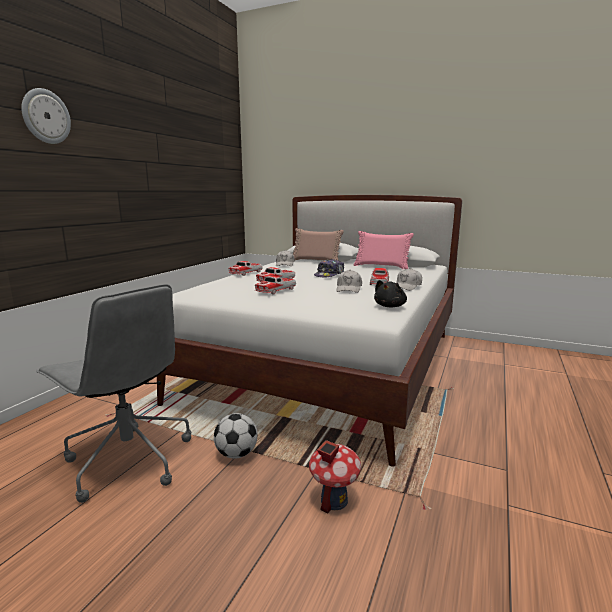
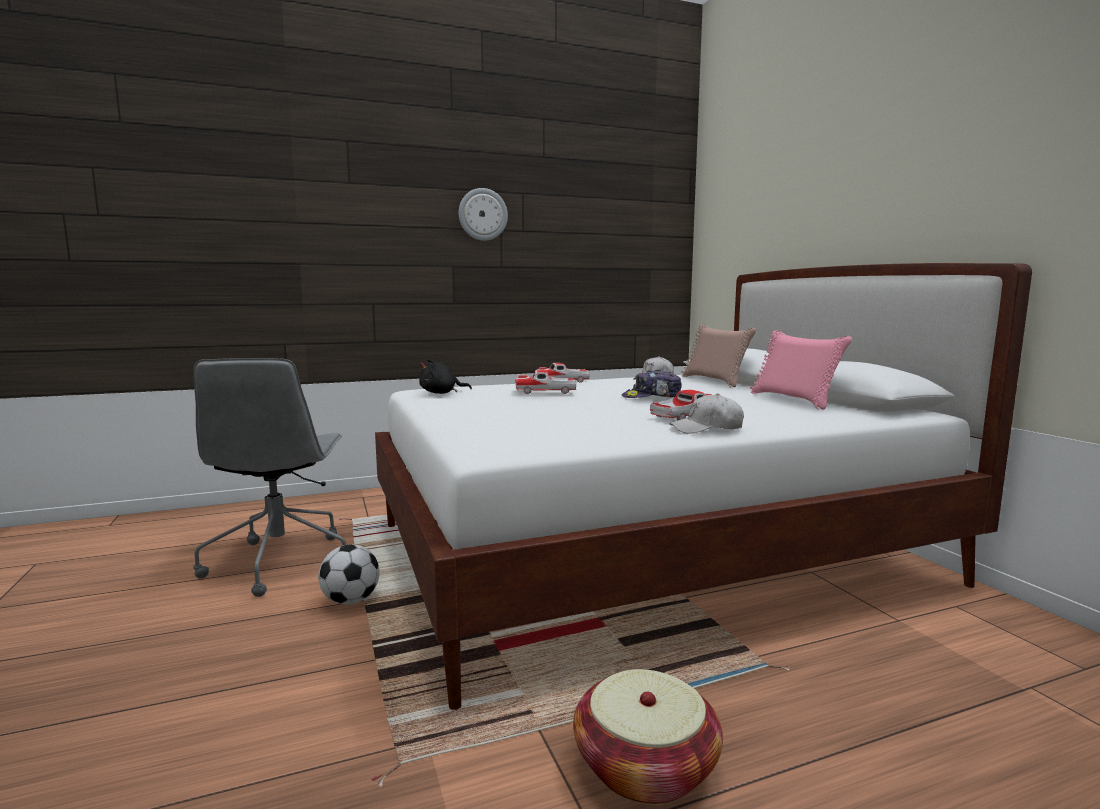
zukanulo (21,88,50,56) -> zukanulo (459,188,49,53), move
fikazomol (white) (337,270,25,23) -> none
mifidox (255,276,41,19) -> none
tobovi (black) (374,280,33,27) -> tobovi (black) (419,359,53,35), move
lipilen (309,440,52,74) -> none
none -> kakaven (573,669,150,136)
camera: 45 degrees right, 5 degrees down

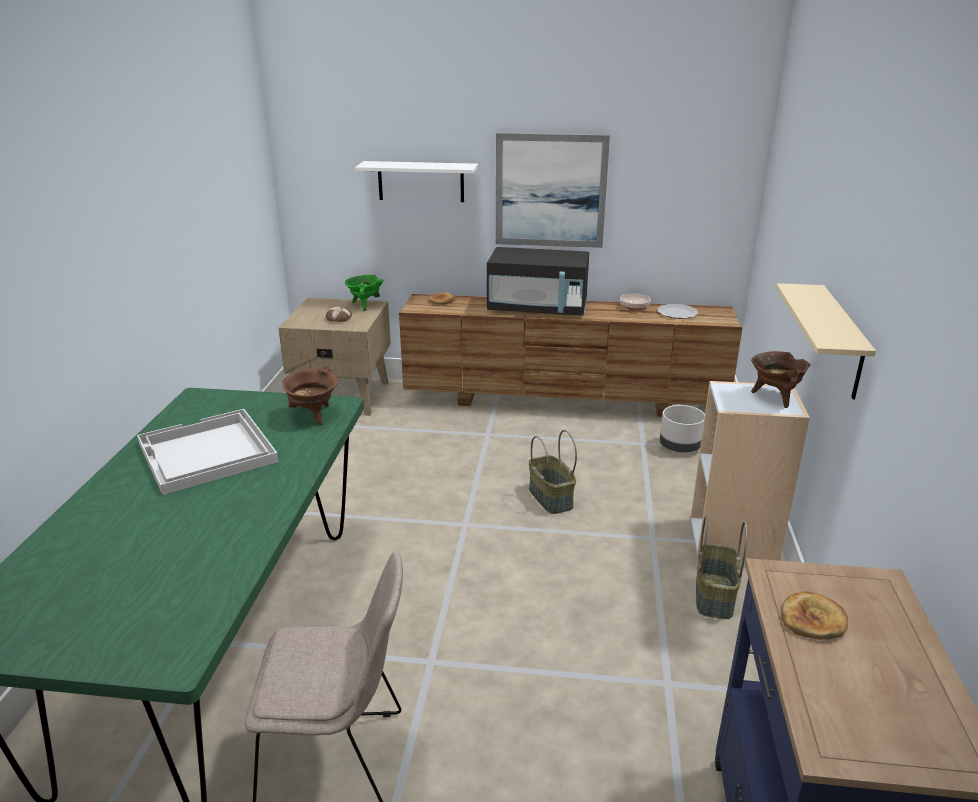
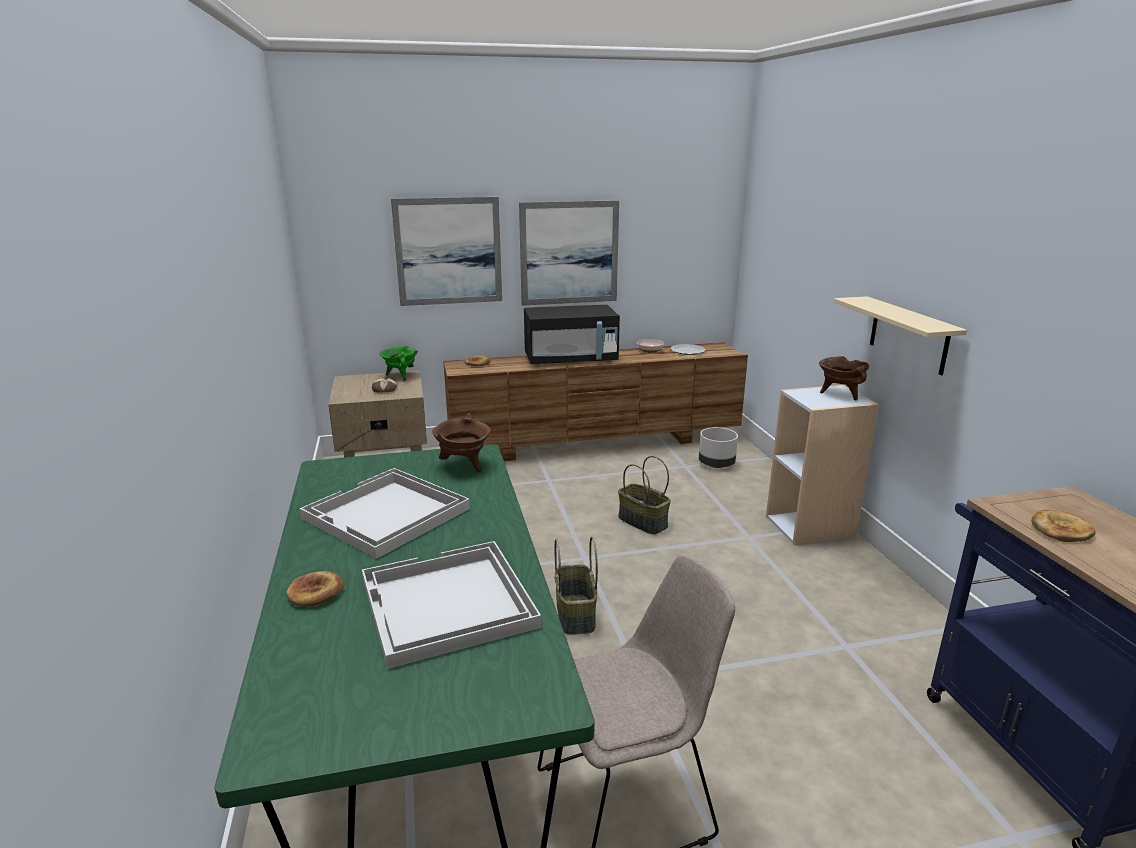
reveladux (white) (355,161,123,41) -> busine (391,197,111,109)
kakaven (696,517,51,102) -> kakaven (554,537,44,98), move
none -> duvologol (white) (362,541,179,128)
none -> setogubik (286,571,59,36)
camera: 20 degrees left, 5 degrees down

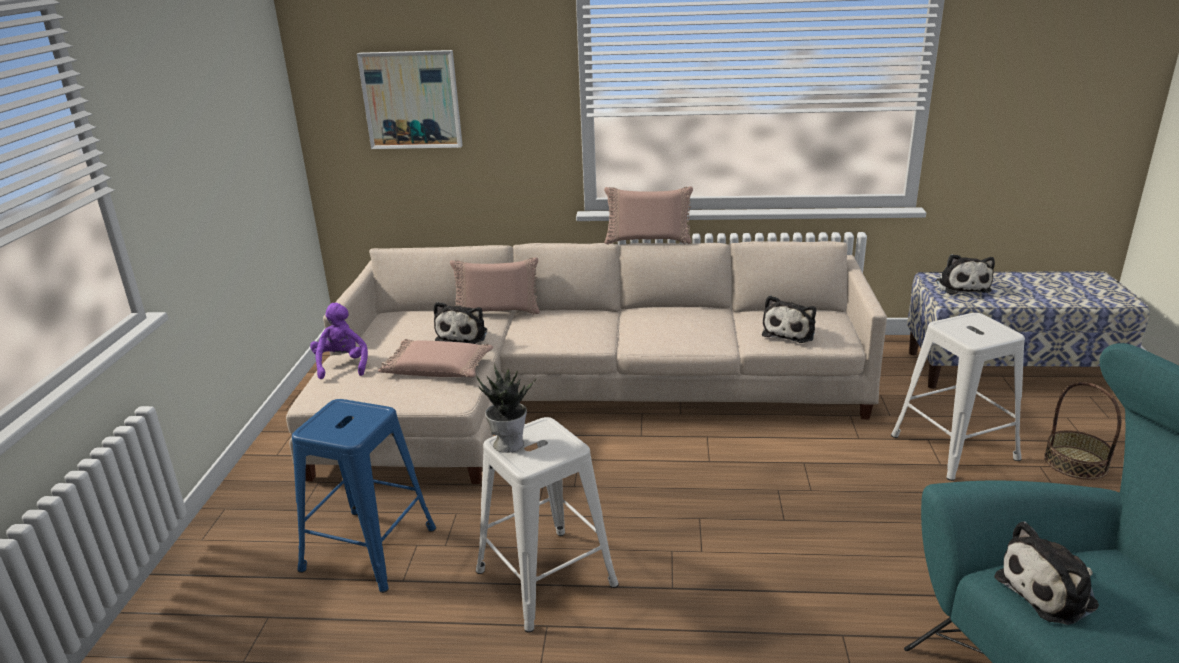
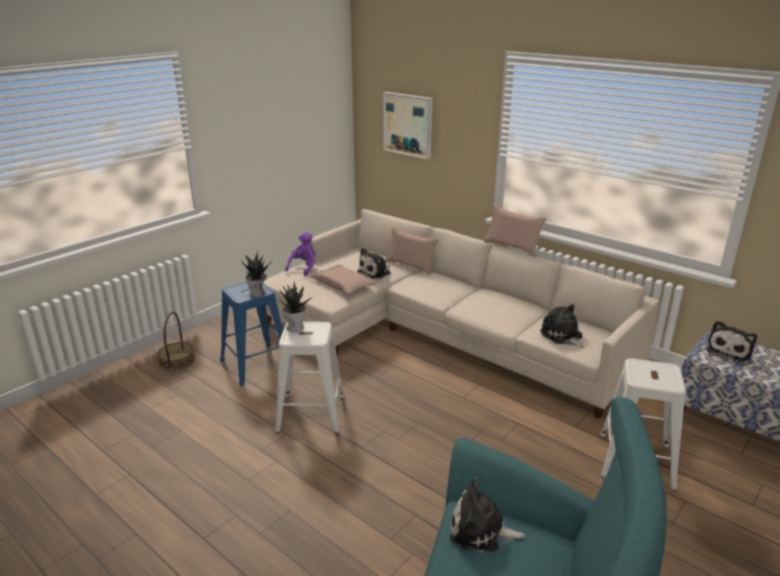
tobovi (762,295,54,48) -> tobovi (540,304,45,44), 90 degrees clockwise
kakaven (1044,382,77,98) -> kakaven (157,312,38,59), move
none -> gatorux (241,251,31,46)
camera: 35 degrees right, 0 degrees up

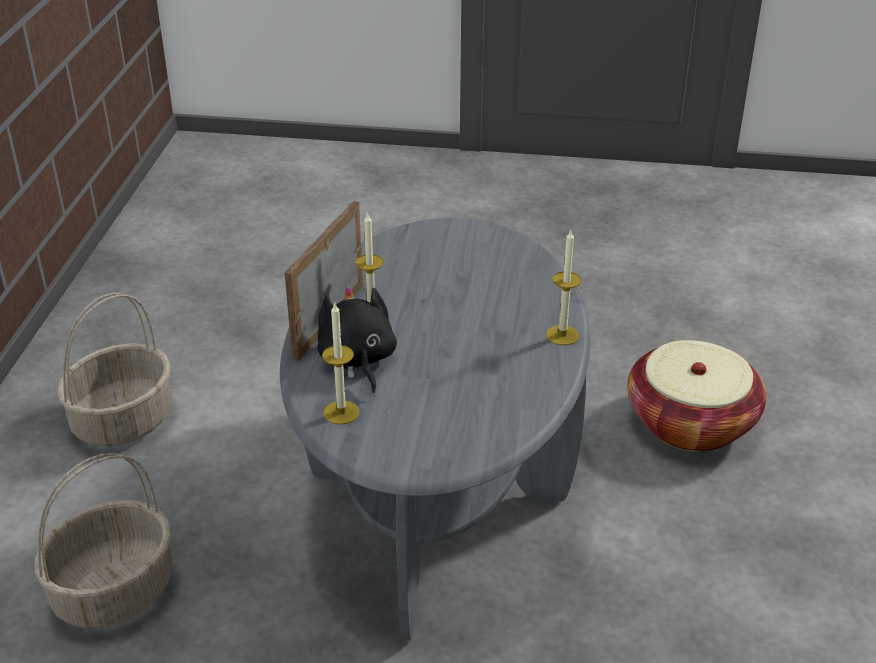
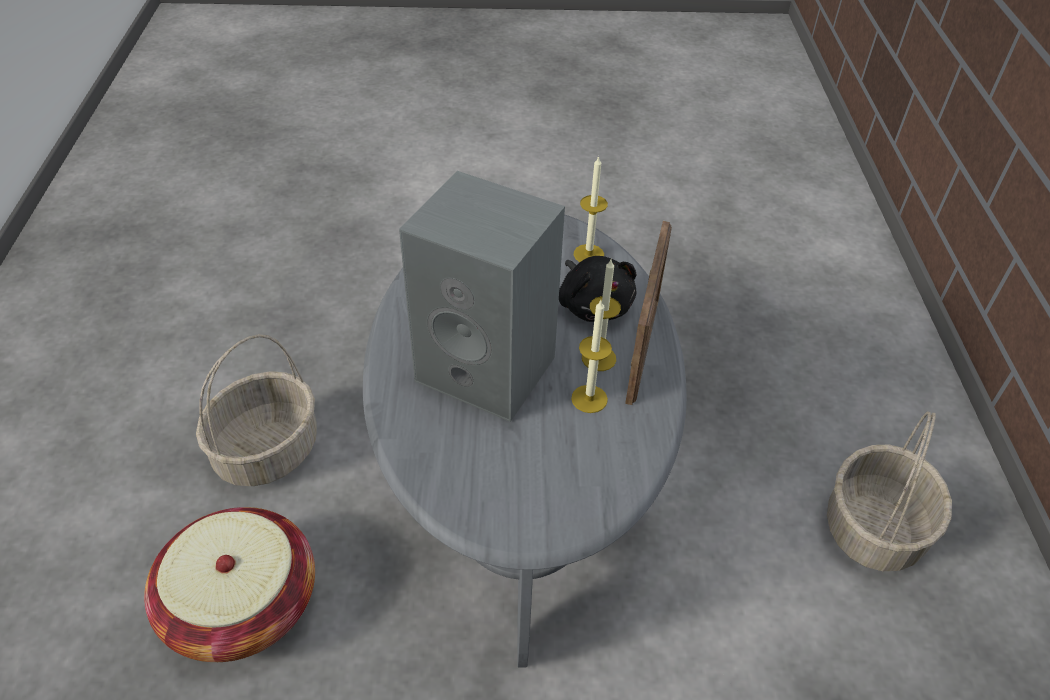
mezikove (546,230,36,115) -> mezikove (571,300,41,113), move
kakaven (34,453,139,175) -> kakaven (196,334,121,152), move
none -> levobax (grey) (399,171,166,251)
camera: 170 degrees right, 10 degrees up

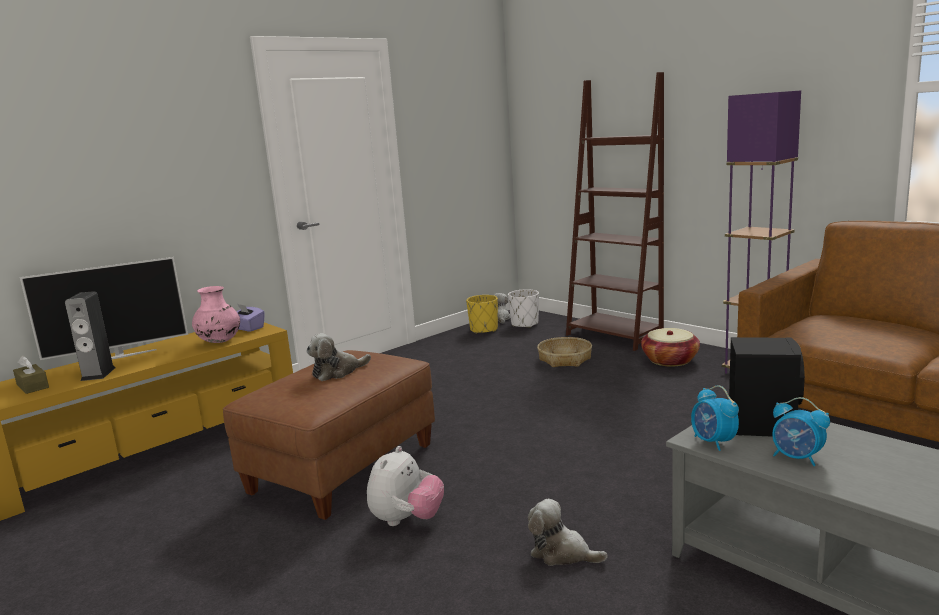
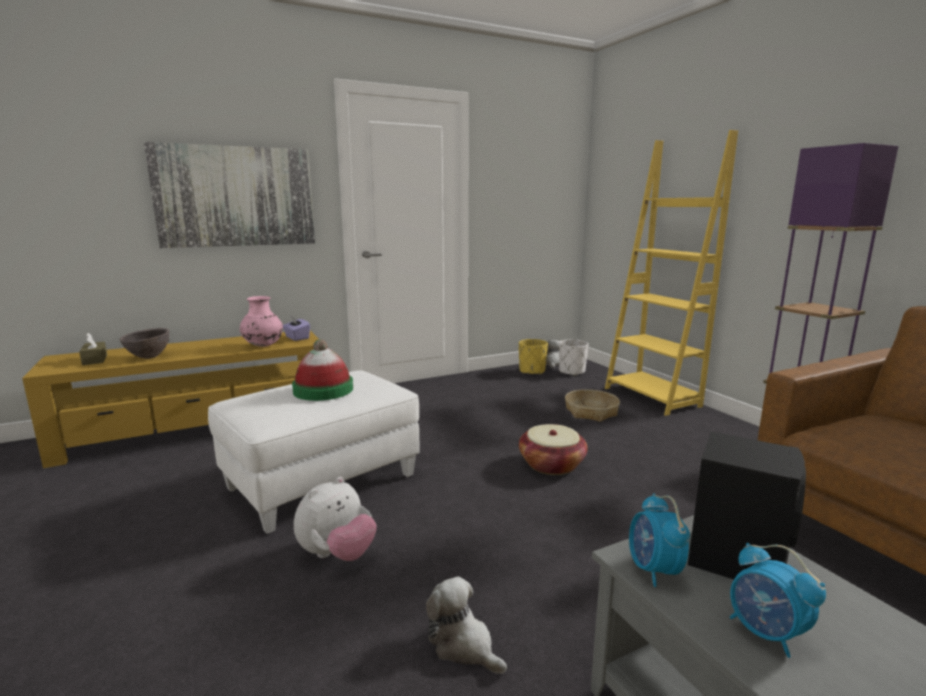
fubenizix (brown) (566,72,98,279) -> fubenizix (yellow) (605,130,133,286)
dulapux (20,257,168,103) -> none
levobax (65,291,51,90) -> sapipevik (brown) (119,328,51,31)
kakaven (641,328,59,39) -> kakaven (519,424,69,51), move
tobovi (306,333,65,48) -> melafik (292,339,61,62)
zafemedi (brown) (223,350,212,170) -> zafemedi (white) (208,370,212,164)
none -> busine (144,142,171,106)
camera: 15 degrees right, 0 degrees up

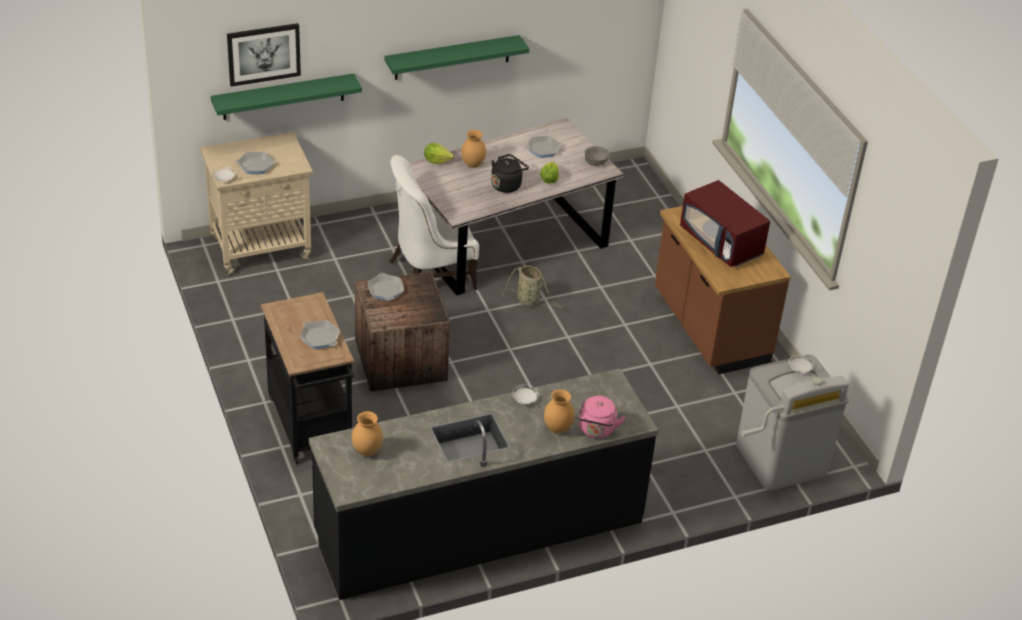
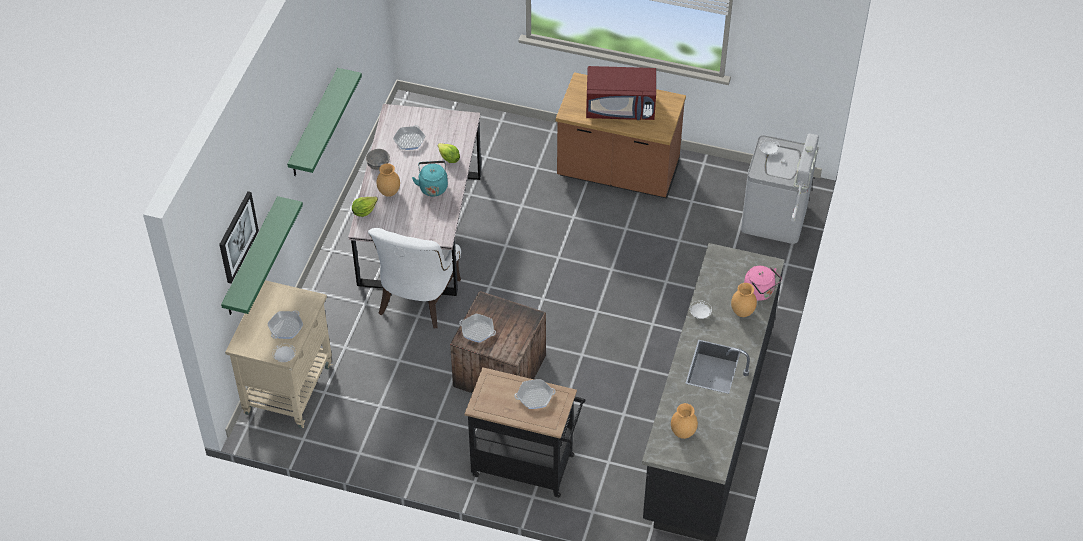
sapipevik (grey) (585,146,25,20) -> sapipevik (grey) (366,149,24,21), move
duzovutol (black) (491,154,38,39) -> duzovutol (turquoise) (412,161,36,36)
kakaven (502,266,60,42) -> none
camera: 50 degrees left, 10 degrees up

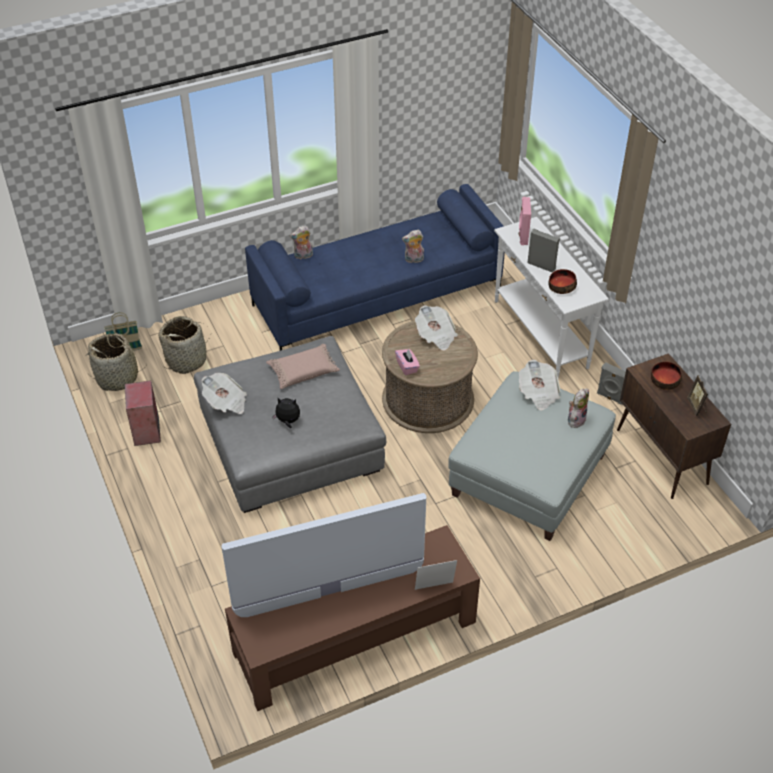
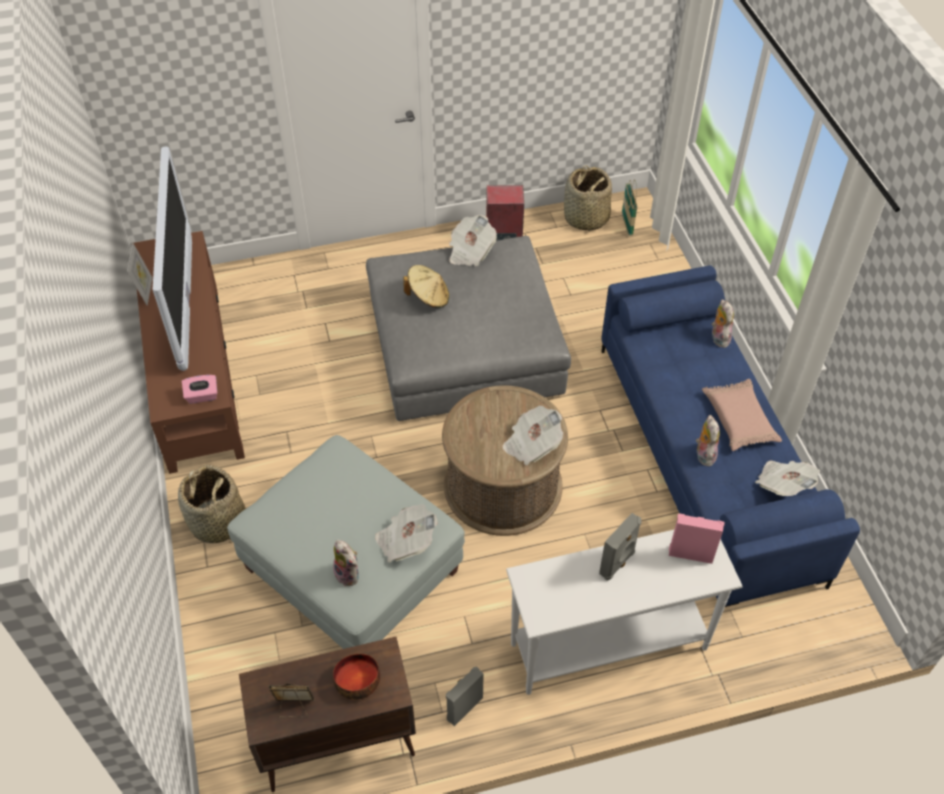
sapipevik (549,269,28,25) -> none
kakaven (158,316,53,58) -> kakaven (178,465,67,78), move
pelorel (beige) (266,344,74,45) -> pelorel (beige) (702,379,80,72), move
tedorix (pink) (395,348,25,27) -> tedorix (pink) (182,375,35,29), move
tobovi (272,398,28,30) -> melafik (beige) (403,265,46,43)
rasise (415,560,42,30) -> rasise (127,243,26,63), move
none -> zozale (755,461,65,35)
camera: 100 degrees right, 5 degrees up

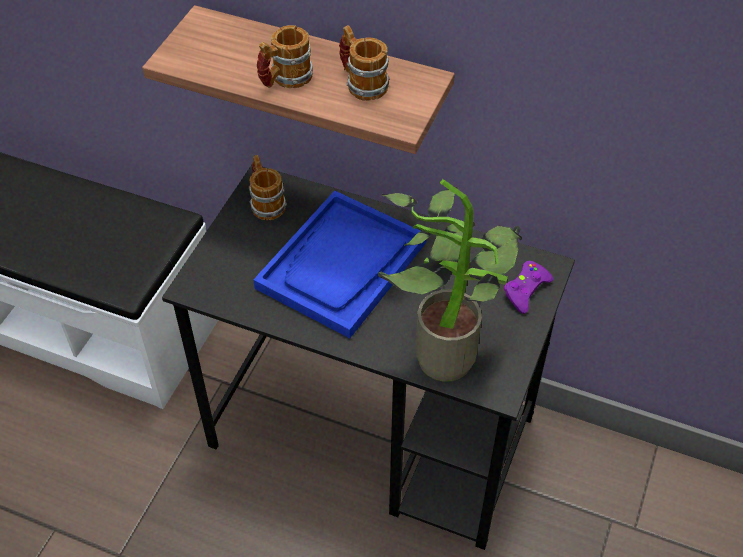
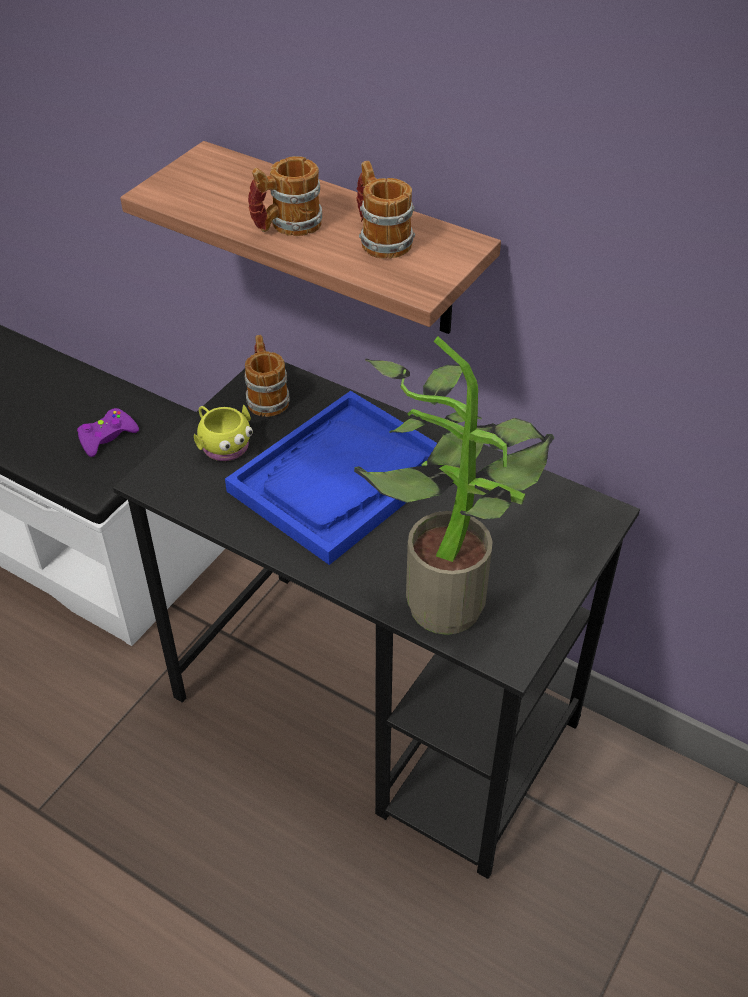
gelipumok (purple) (504,261,49,53) -> gelipumok (purple) (77,408,62,49), move
none -> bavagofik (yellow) (194,405,59,56)
camera: 10 degrees right, 5 degrees down

